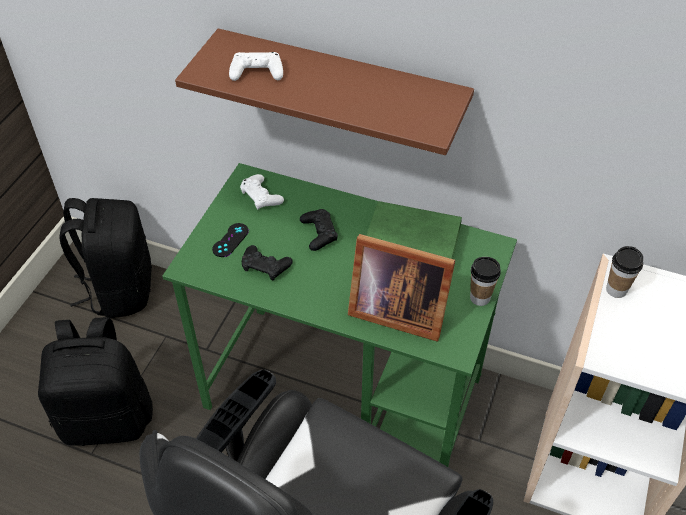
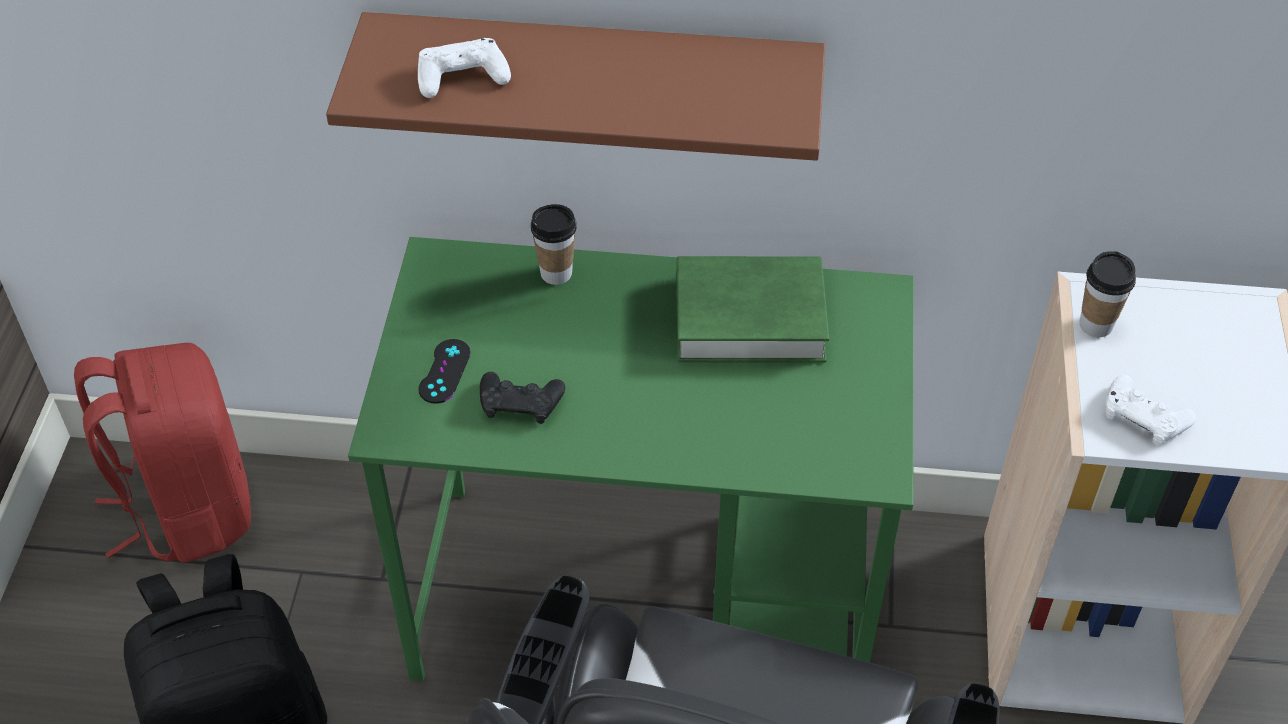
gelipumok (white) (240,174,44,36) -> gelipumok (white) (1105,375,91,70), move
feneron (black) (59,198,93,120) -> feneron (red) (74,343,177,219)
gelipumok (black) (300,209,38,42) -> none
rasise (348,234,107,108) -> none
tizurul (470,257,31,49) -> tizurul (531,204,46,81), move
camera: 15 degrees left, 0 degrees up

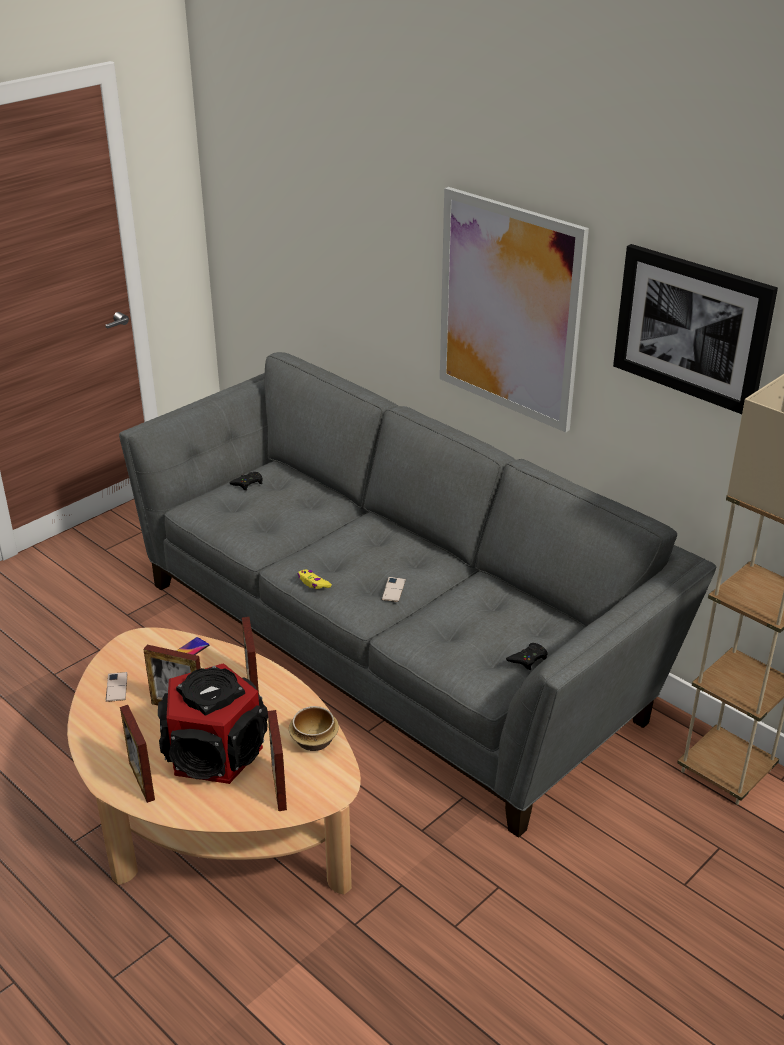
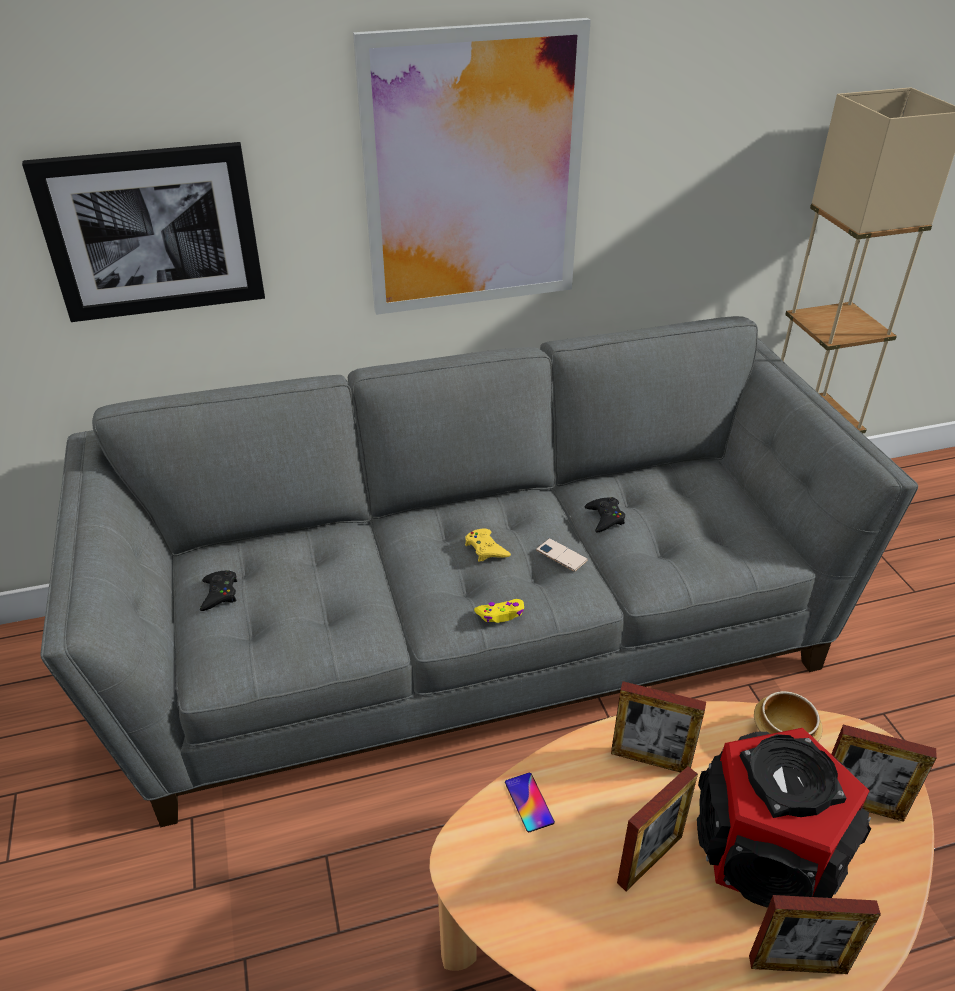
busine (613,244,165,170) -> busine (22,142,243,180), move
gelipumok (black) (506,643,42,27) -> gelipumok (black) (585,497,40,35), move
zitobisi (106,672,22,30) -> none
none -> gelipumok (yellow) (465,529,46,33)
camera: 60 degrees left, 5 degrees up

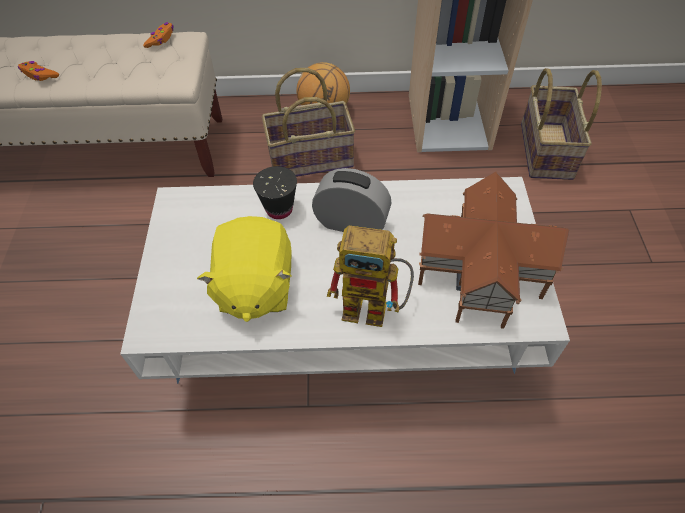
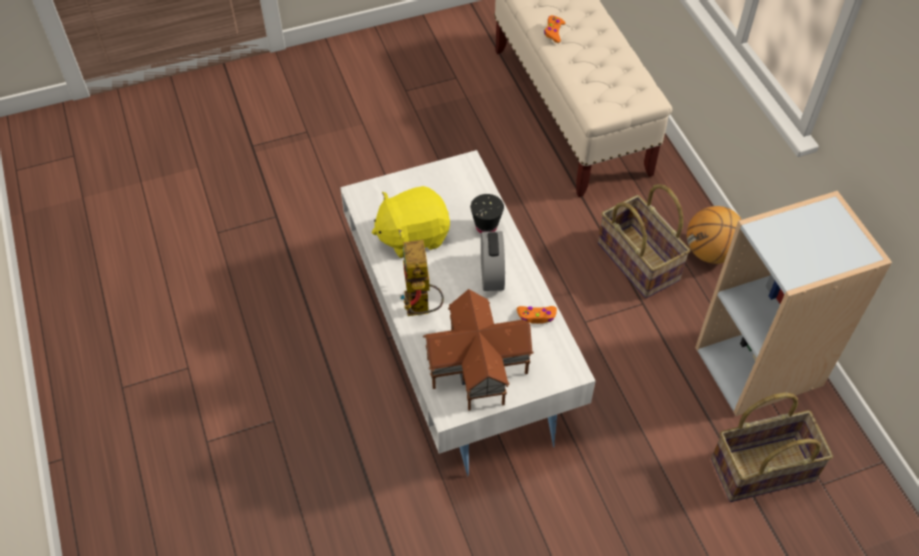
gelipumok (orange) (143,22,31,26) -> gelipumok (orange) (517,306,40,18), move
camera: 70 degrees right, 0 degrees up

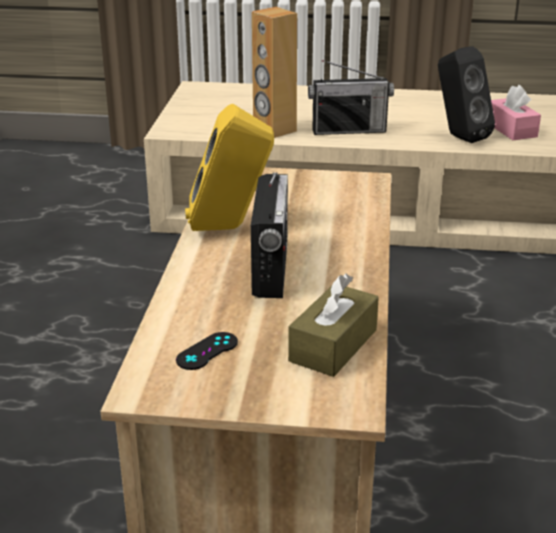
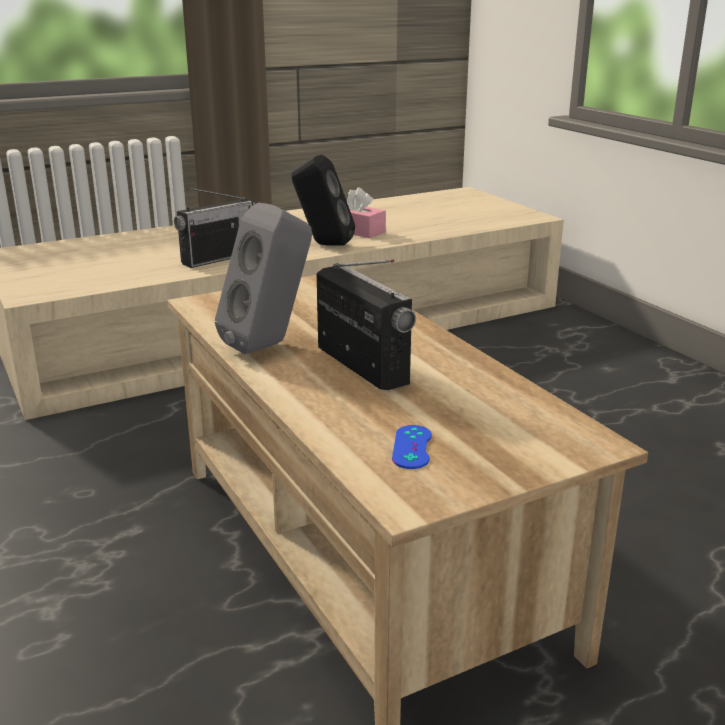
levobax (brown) (252,7,45,131) -> none
levobax (yellow) (185,104,89,127) -> levobax (grey) (215,203,97,151)
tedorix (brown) (288,273,91,104) -> none
gelipumok (black) (176,332,62,38) -> gelipumok (blue) (392,425,40,44)
camera: 35 degrees left, 5 degrees down

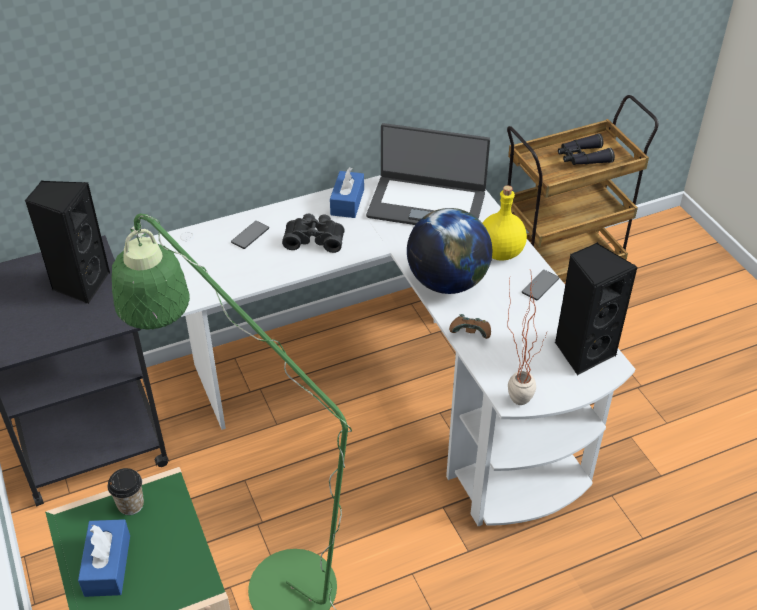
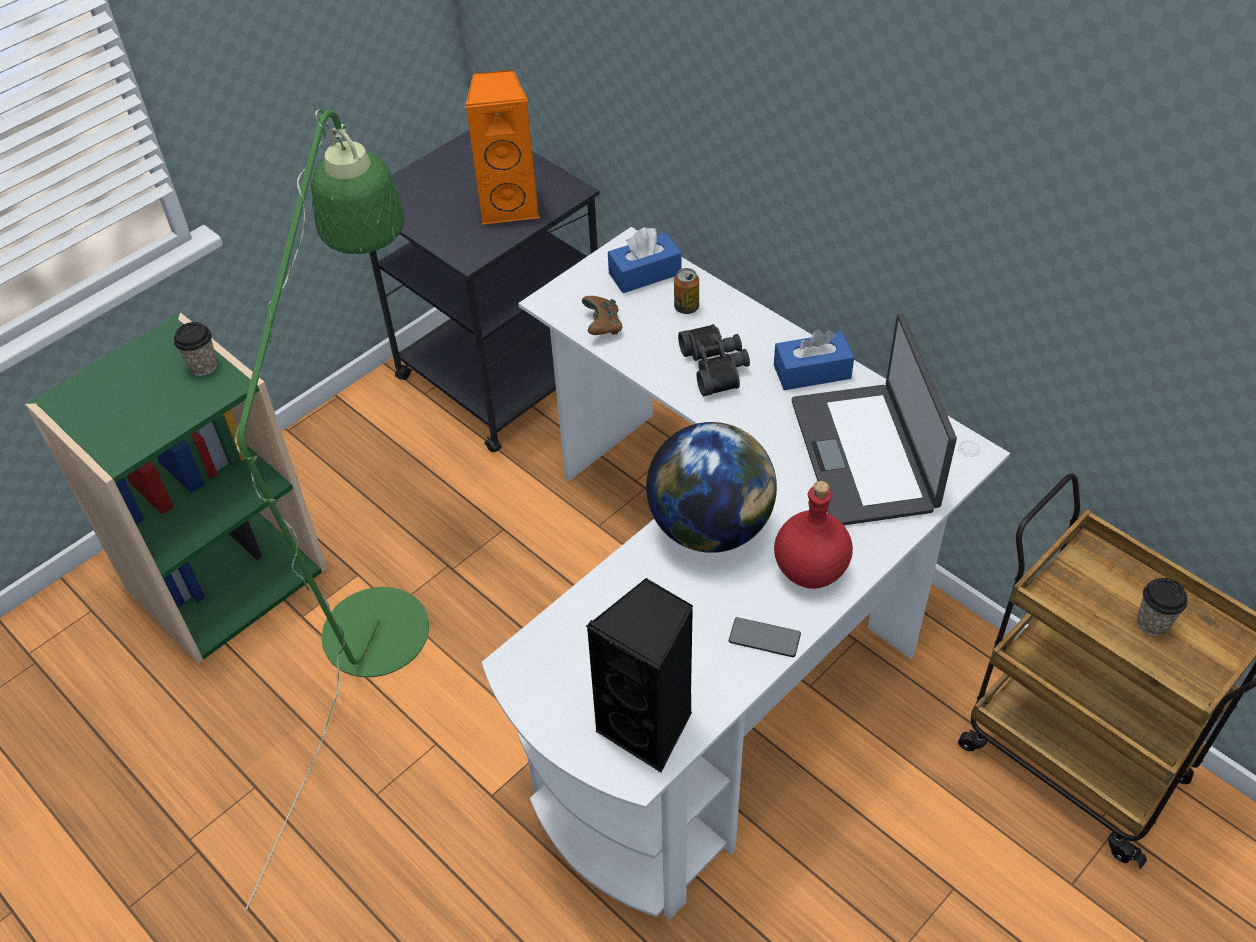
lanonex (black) (558,134,57,31) -> tizurul (1137,578,50,58)
levobax (black) (25,180,85,124) -> levobax (orange) (465,69,75,156)
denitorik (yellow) (483,185,44,75) -> denitorik (red) (774,481,79,108)
zitobisi (231,221,38,28) -> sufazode (674,268,25,46)
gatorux (507,276,41,129) -> none
gelipumok (brown) (449,314,42,25) -> gelipumok (brown) (582,296,40,39), move
tedorix (blue) (78,519,52,78) -> tedorix (blue) (608,227,74,66), move
camera: 70 degrees right, 5 degrees up

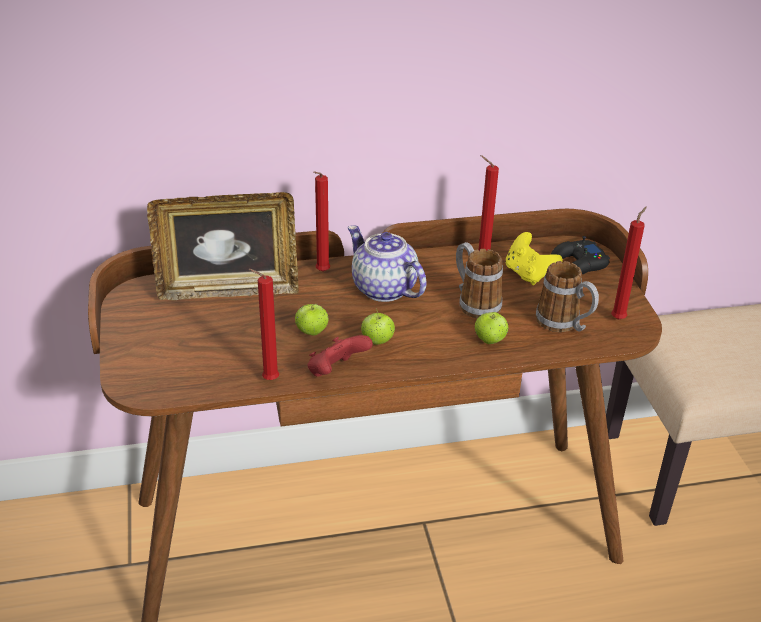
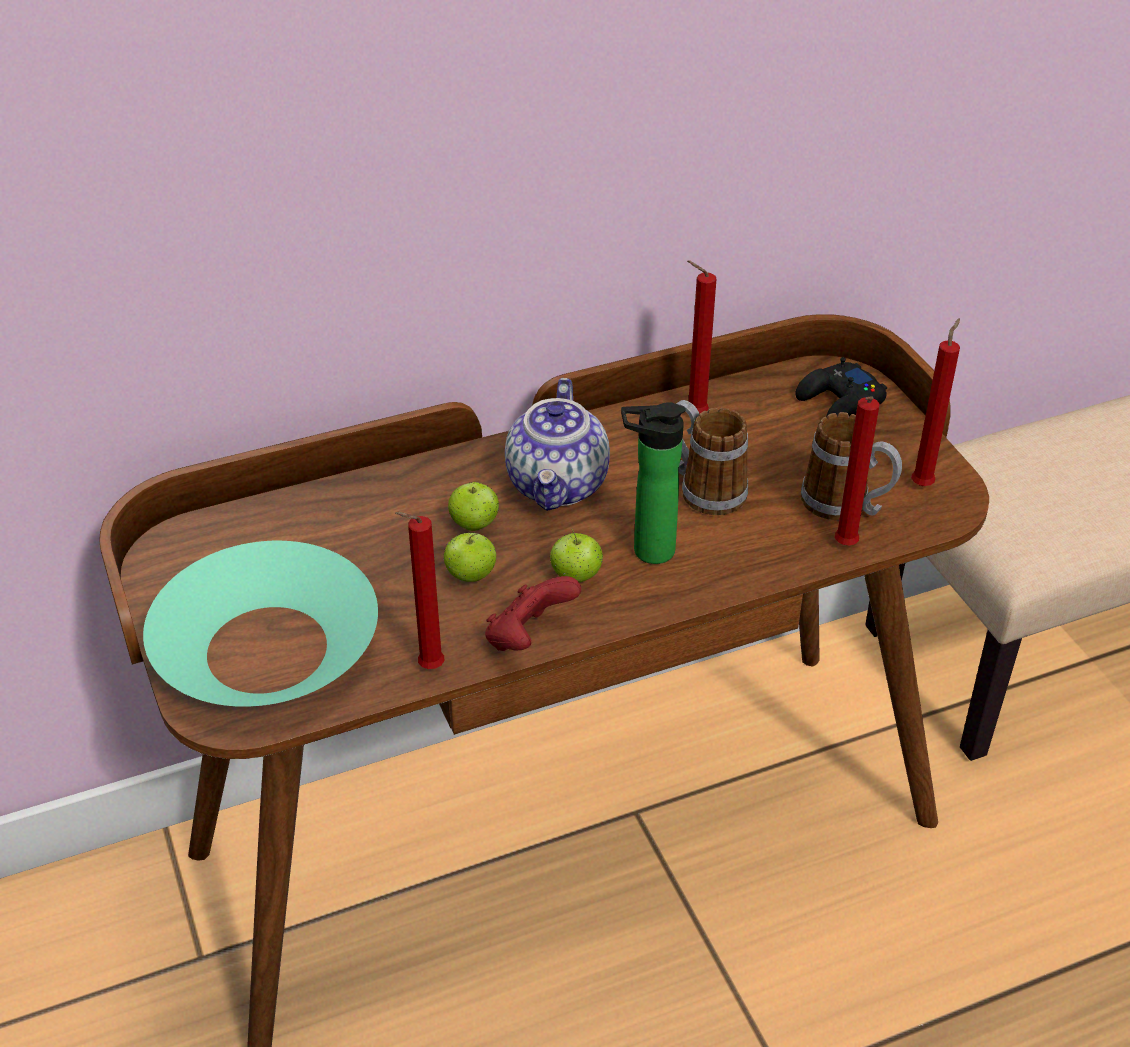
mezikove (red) (313,171,17,101) -> mezikove (red) (834,397,45,148), move
rasise (147,192,152,108) -> none
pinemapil (348,226,79,76) -> pinemapil (505,378,105,133), 120 degrees counterclockwise
gelipumok (yellow) (506,232,57,53) -> none
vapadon (474,312,34,32) -> vapadon (448,482,51,49), move
none -> denitorik (621,402,65,162)
none -> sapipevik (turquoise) (143,541,235,166)
camera: 10 degrees left, 5 degrees up

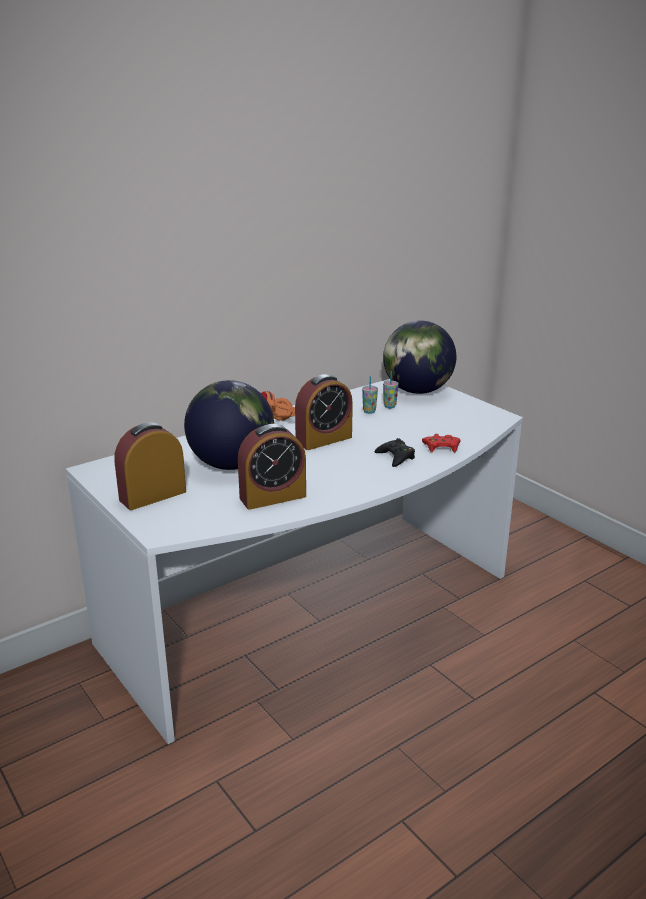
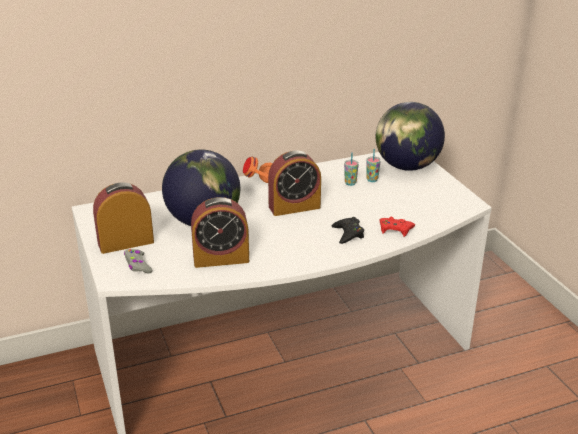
none -> gelipumok (grey) (124,249,28,25)
camera: 15 degrees right, 5 degrees up

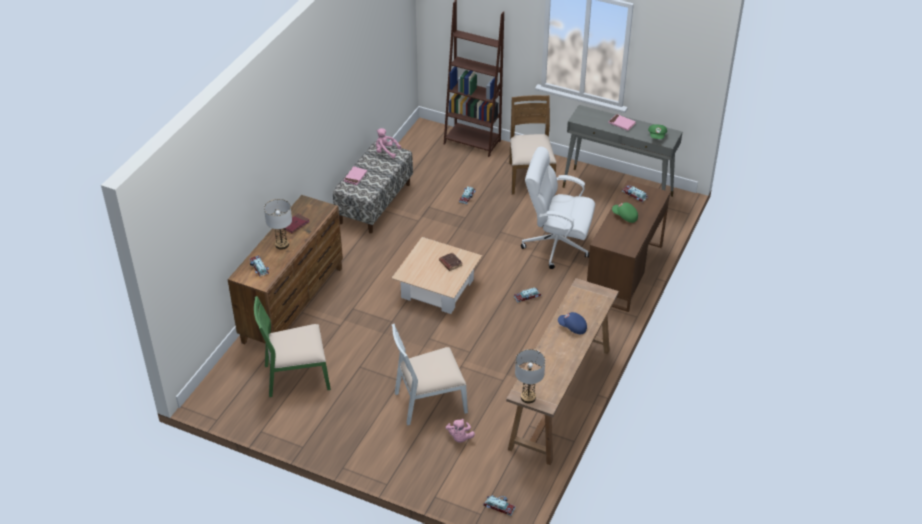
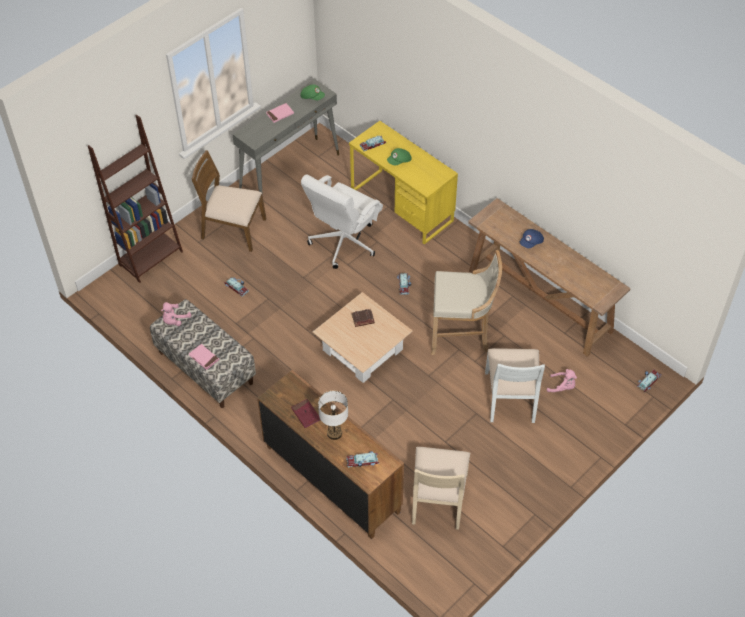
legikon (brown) (587,180,83,132) -> legikon (yellow) (349,121,109,124)
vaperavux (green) (254,296,77,101) -> vaperavux (beige) (412,447,58,83)
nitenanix (515,349,30,54) -> none
none -> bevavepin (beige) (431,250,71,105)
camera: 70 degrees left, 10 degrees up

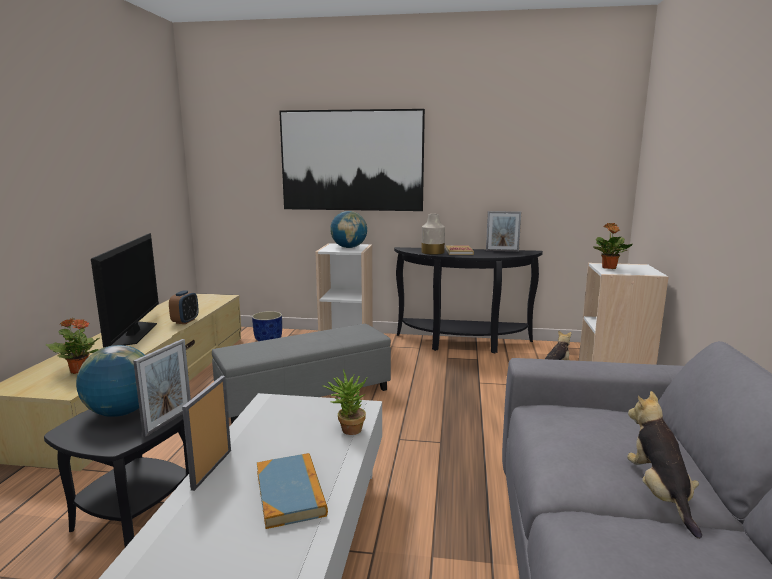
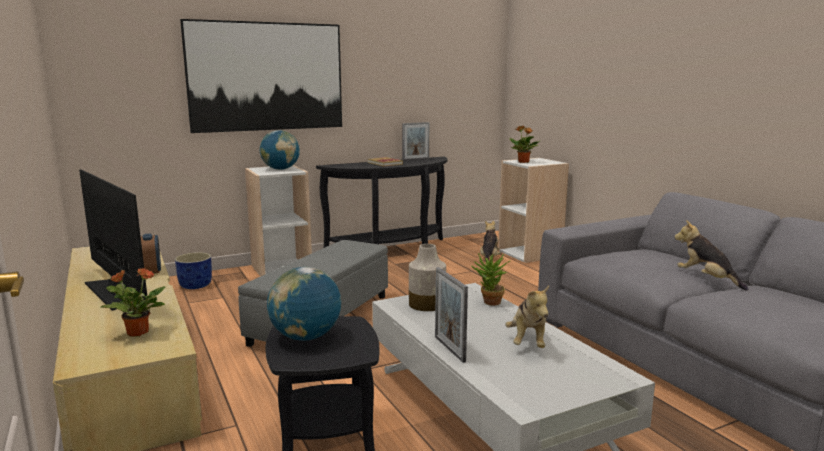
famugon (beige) (421,214,24,41) -> famugon (beige) (409,244,37,67), move
rasise (133,339,58,98) -> none
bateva (257,453,71,76) -> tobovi (505,286,44,62)
camera: 35 degrees left, 0 degrees up

